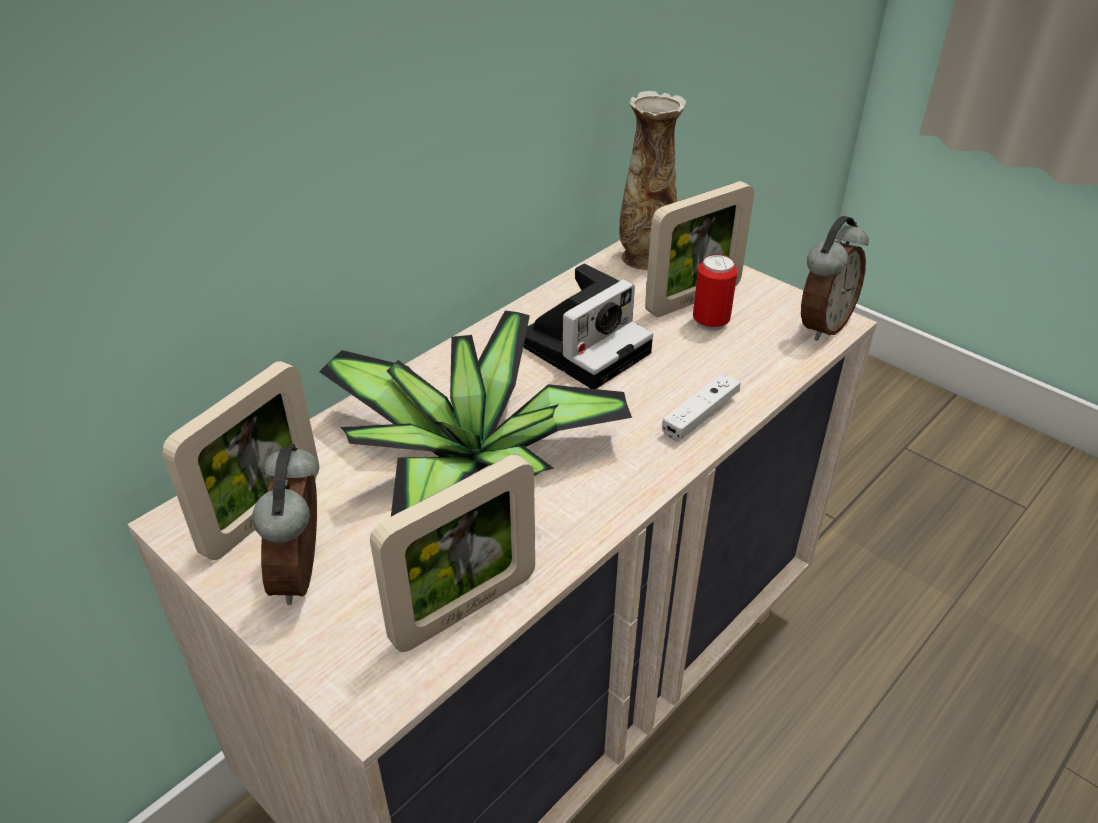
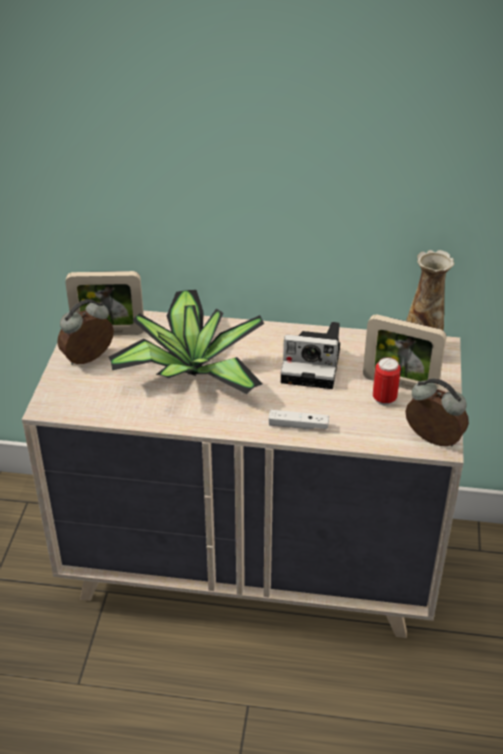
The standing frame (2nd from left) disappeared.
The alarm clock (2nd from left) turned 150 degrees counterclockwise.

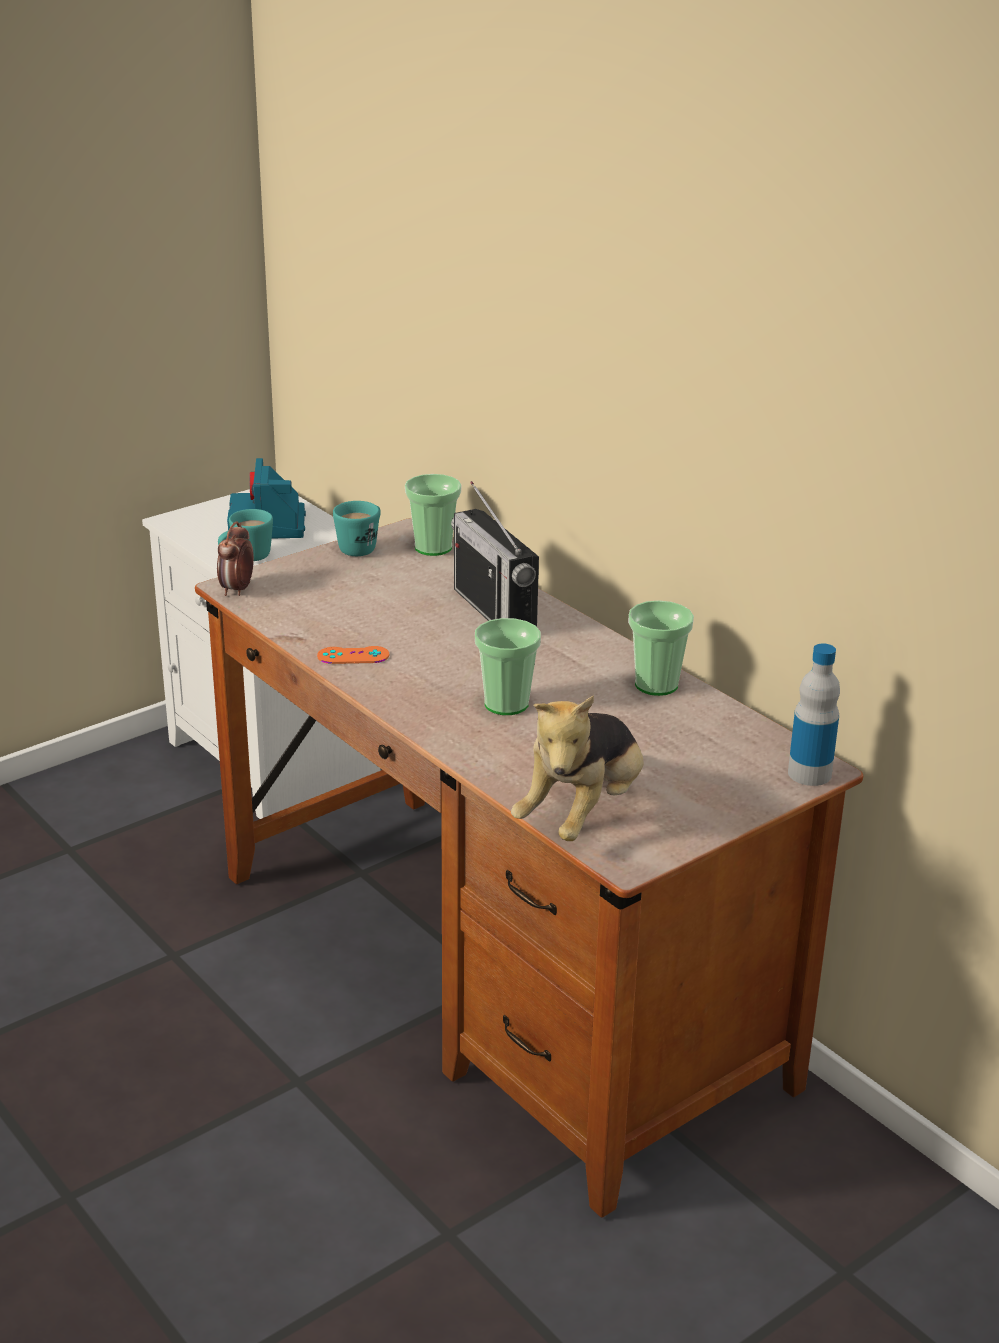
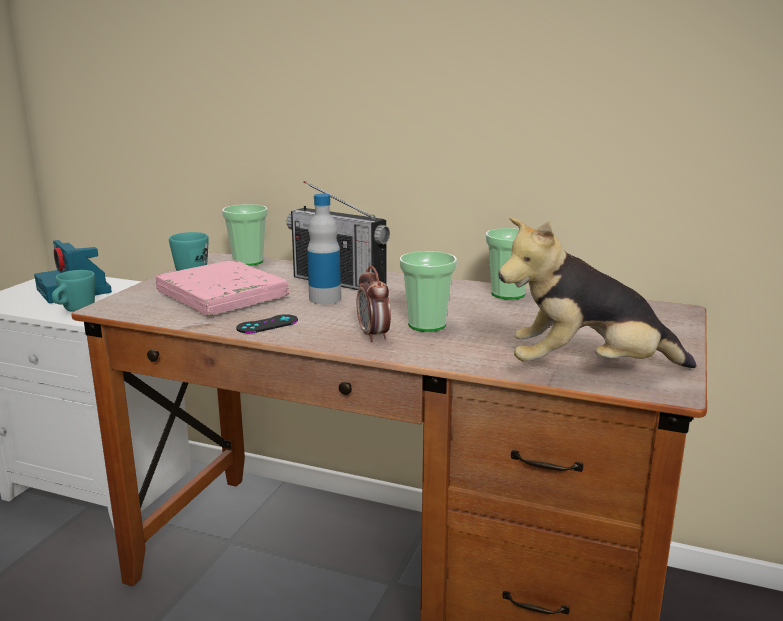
The alarm clock moved.
The orangey joypad became the black-coloured joypad.
The plush toy turned 90 degrees clockwise.
The beverage bottle moved.
The pink book appeared.

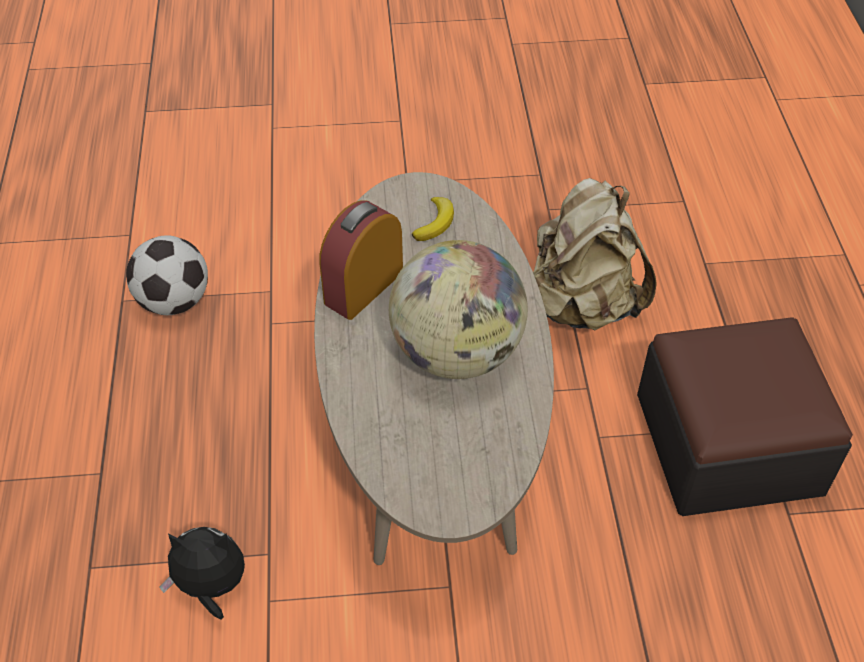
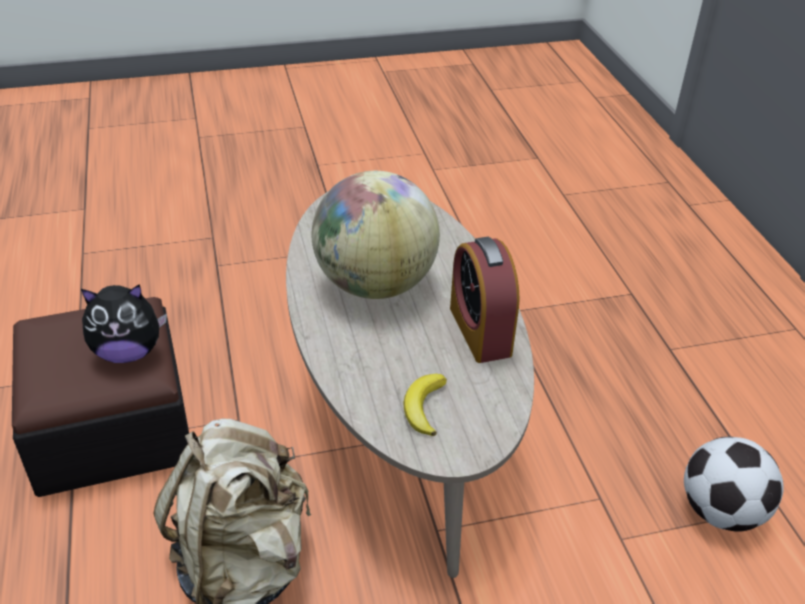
The plush toy moved.
The alarm clock turned 135 degrees clockwise.

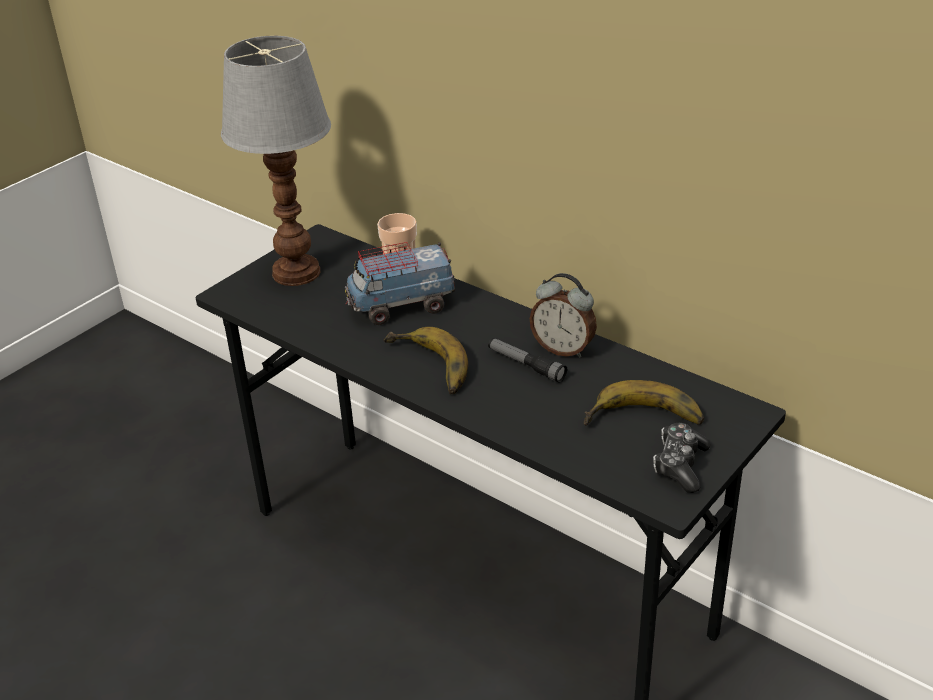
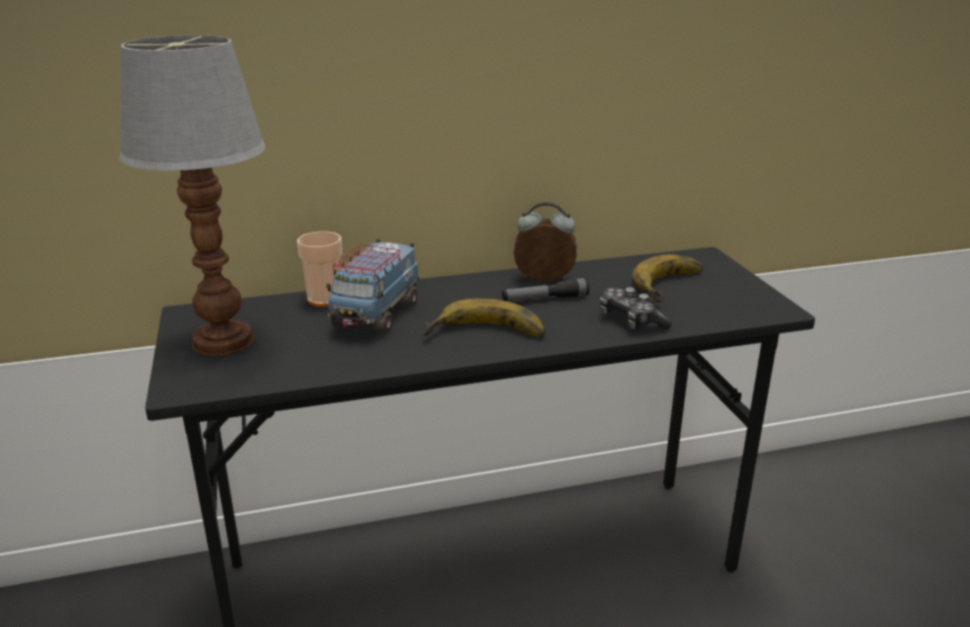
The alarm clock turned 150 degrees counterclockwise.
The joypad moved.

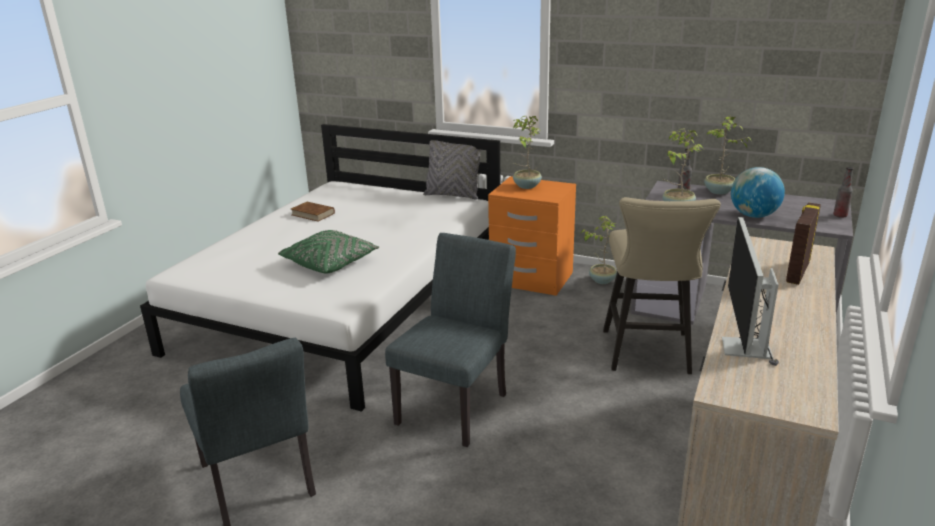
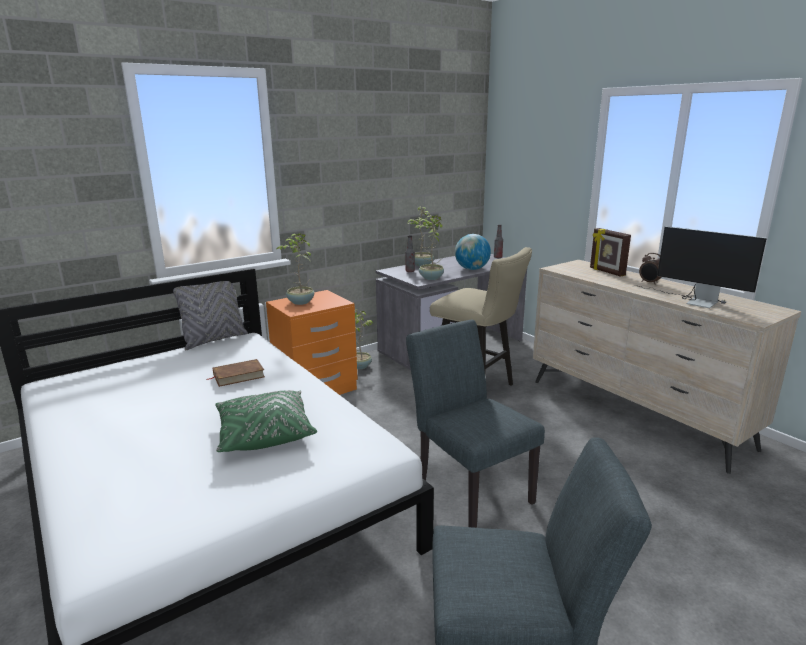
The brownish book moved.
The alarm clock appeared.

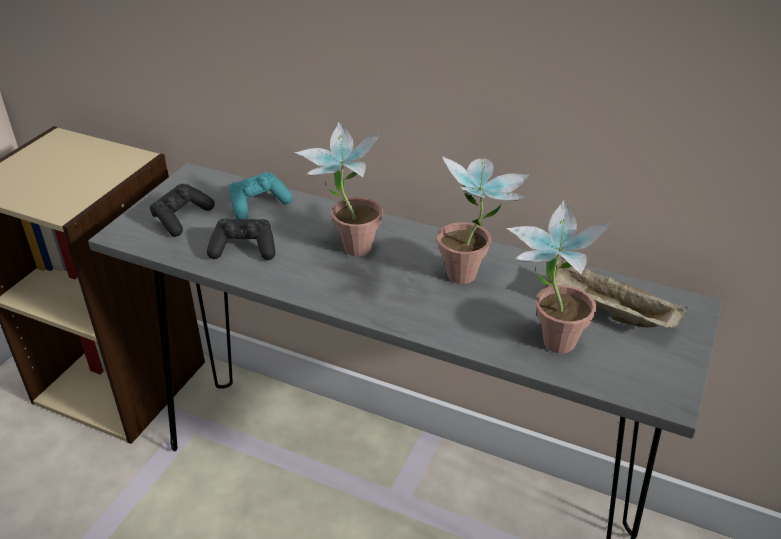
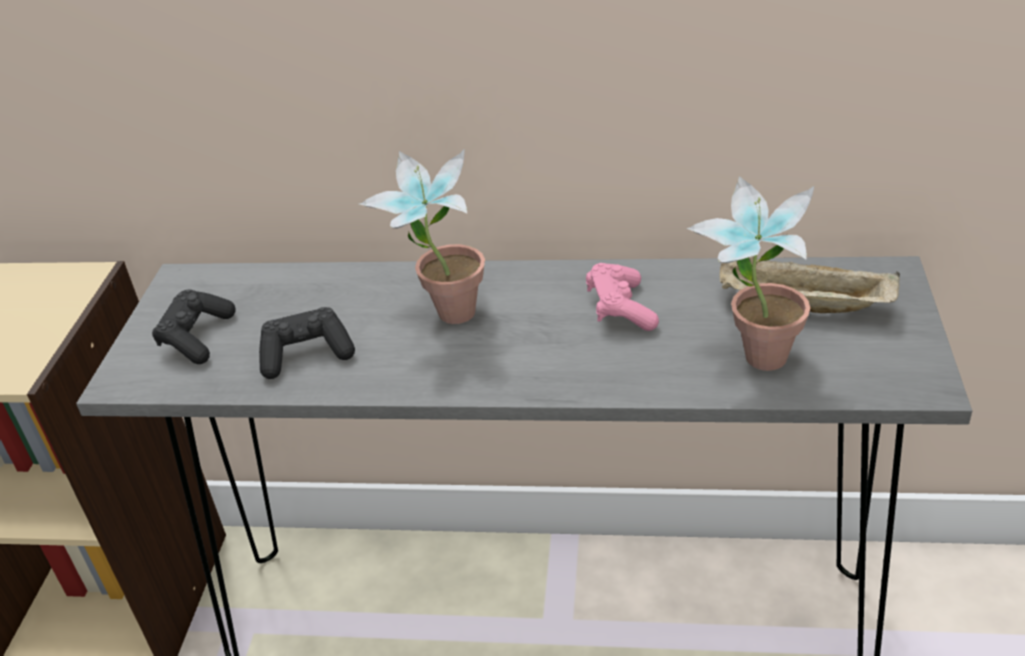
The turquoise joypad disappeared.
The plant in a pot (2nd from left) was replaced by the pink joypad.

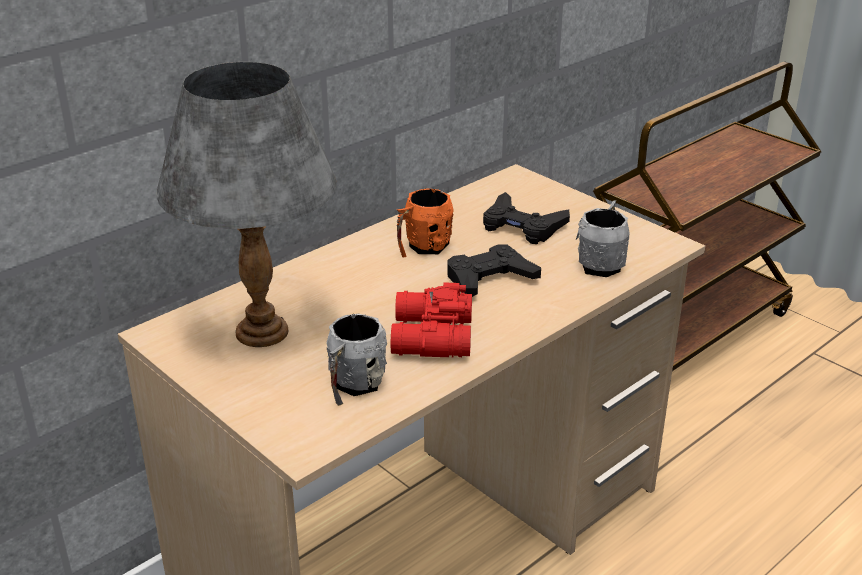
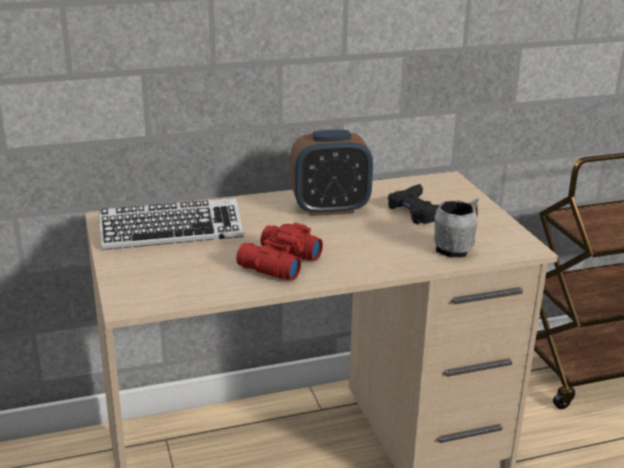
The greyish tabletop lamp was replaced by the PC keyboard.
The greyish tea mug (1st from left) disappeared.
The orangey tea mug was replaced by the alarm clock.
The black-coloured joypad (1st from left) disappeared.

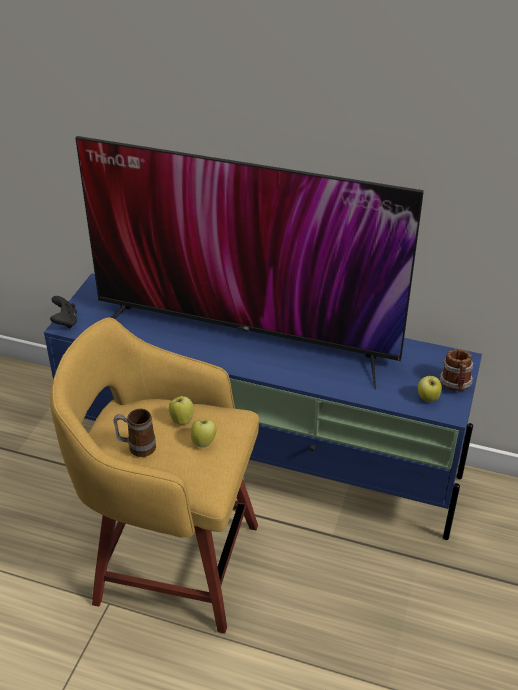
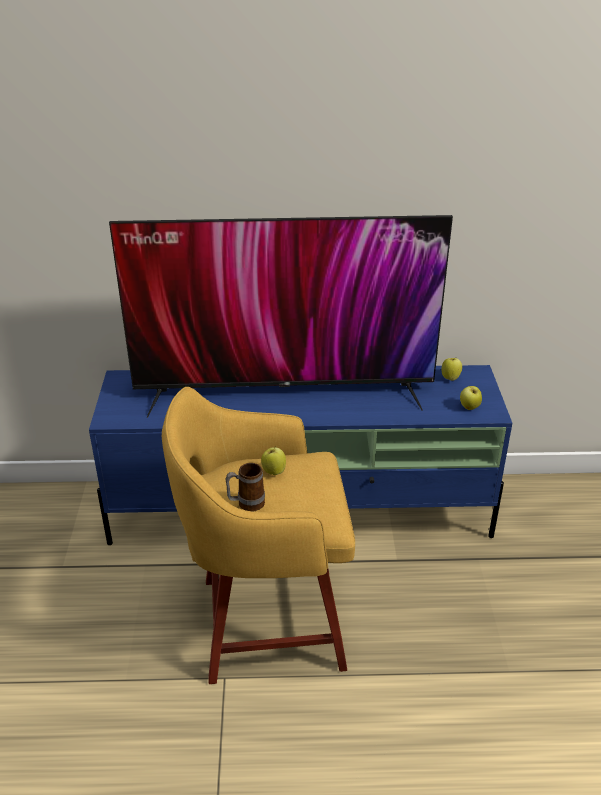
The black-coloured joypad disappeared.
The apple fruit (2nd from left) moved.
The tea mug (2nd from left) disappeared.

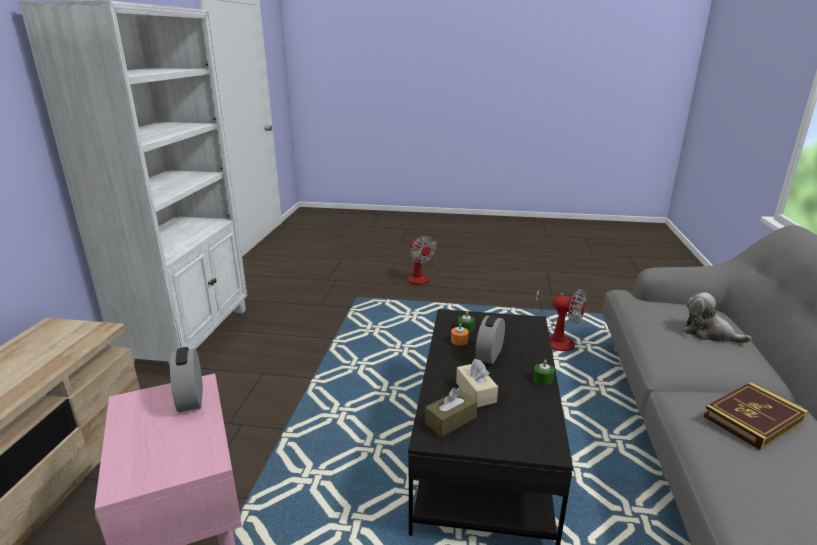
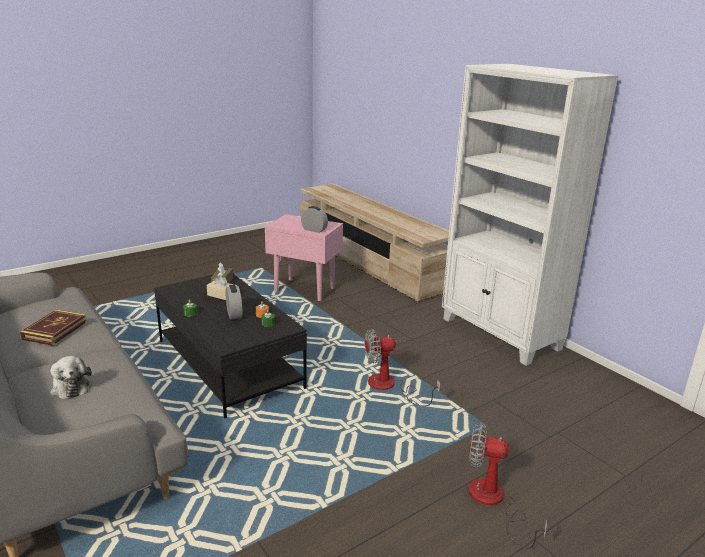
The electric fan (2nd from left in the first image) moved.
The plush toy turned 60 degrees clockwise.

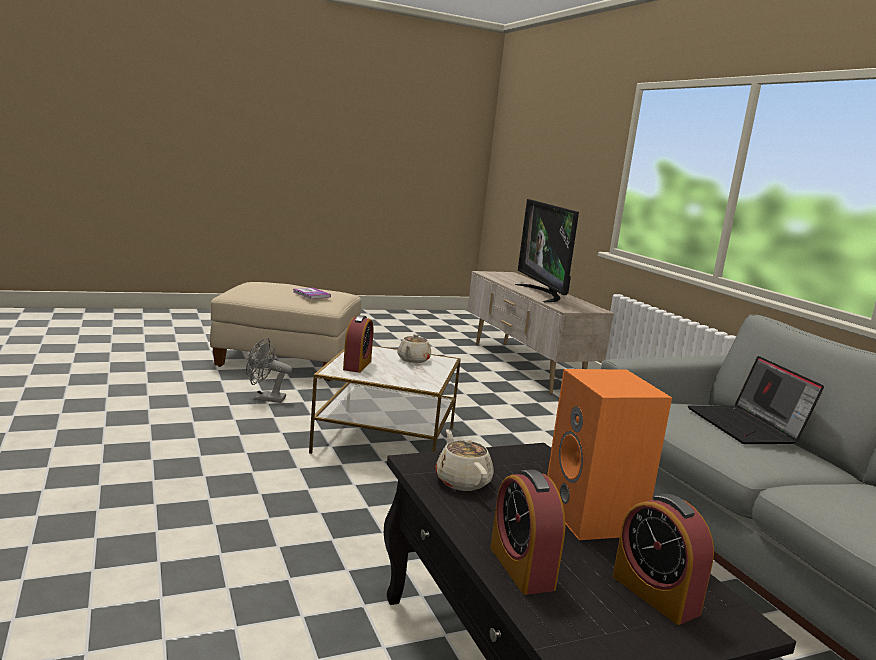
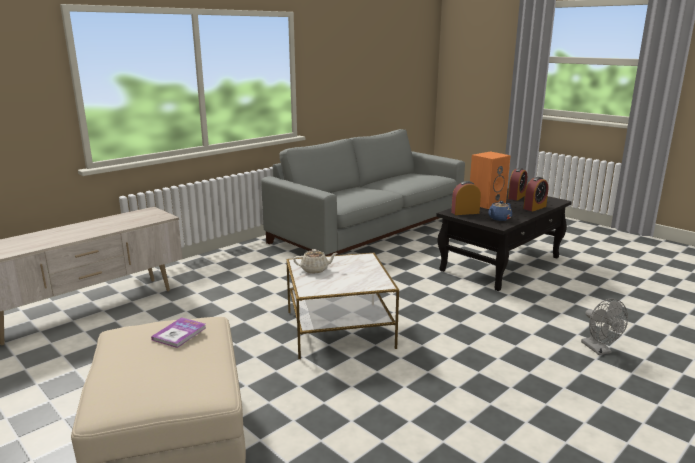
The greyish electric fan moved.
The alarm clock (1st from left) moved.
The beige tea pot (2nd from left) became the blue-coloured tea pot.
The TV set disappeared.
The portable computer disappeared.

